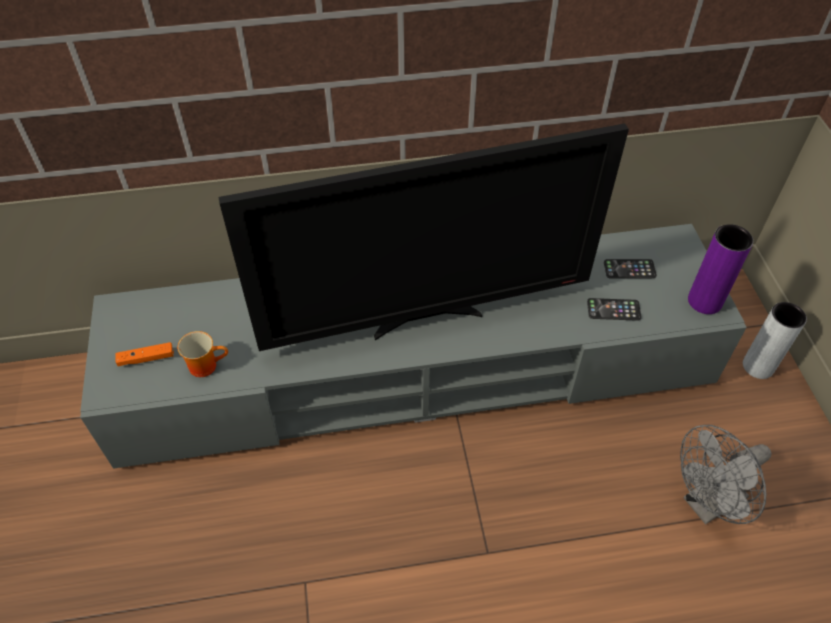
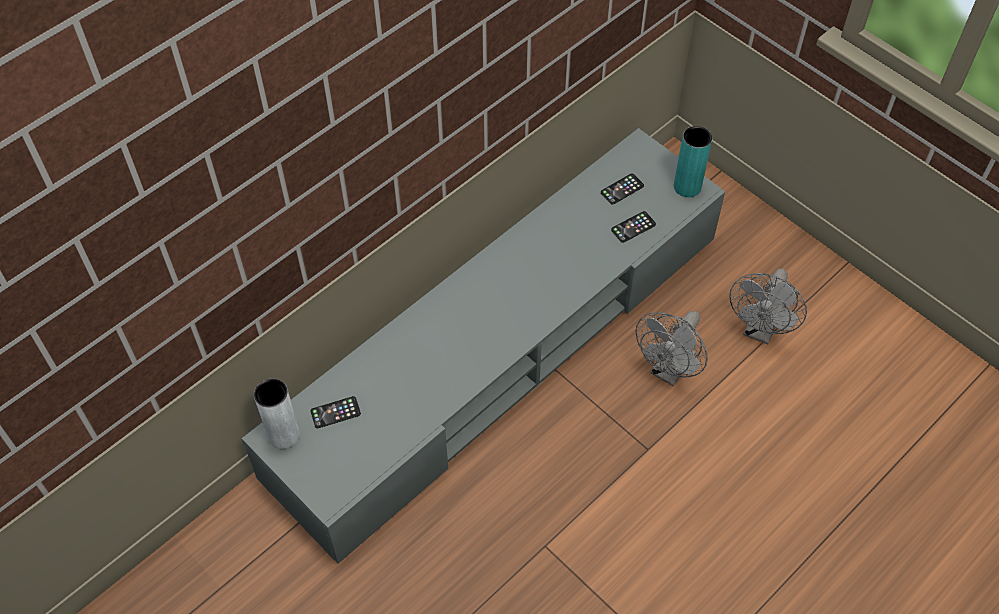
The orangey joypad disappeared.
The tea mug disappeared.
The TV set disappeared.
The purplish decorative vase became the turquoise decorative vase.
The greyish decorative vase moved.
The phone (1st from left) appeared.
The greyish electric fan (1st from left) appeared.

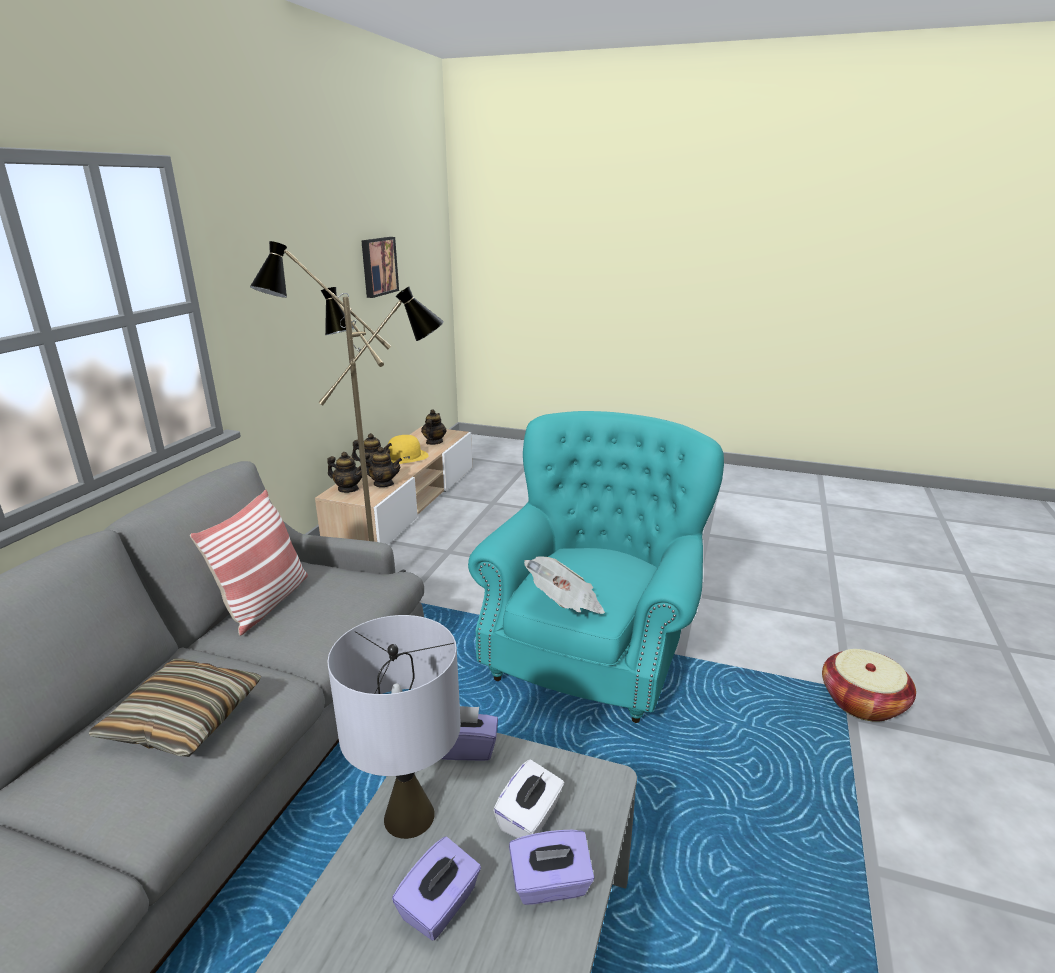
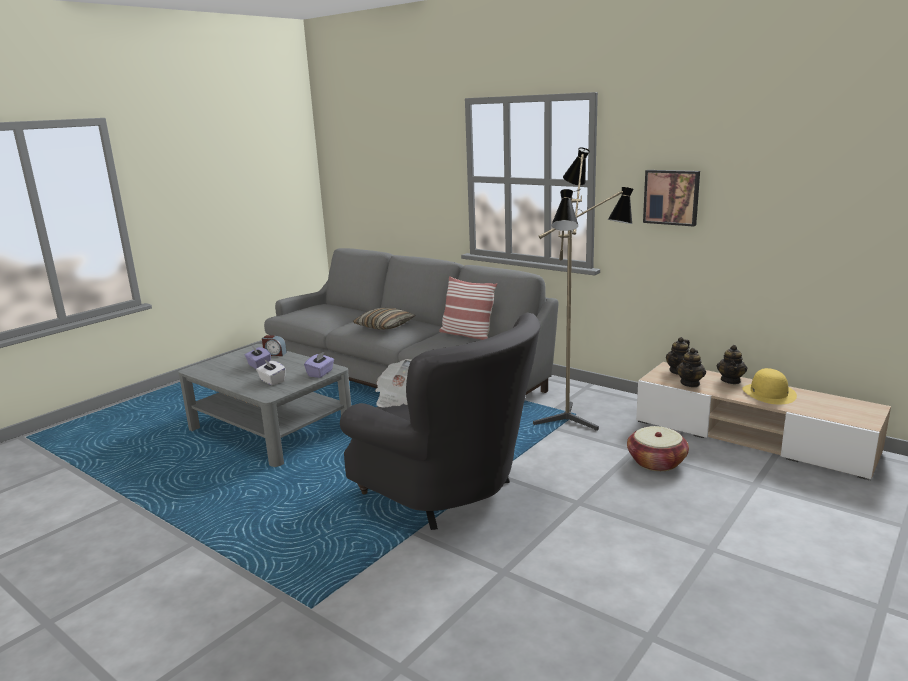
The greyish tabletop lamp disappeared.
The wall picture moved.
The tea pot (4th from left) disappeared.
The turquoise easy chair became the greyish easy chair.
The purplish box of tissues (3rd from left) disappeared.
The household basket moved.
The alarm clock appeared.

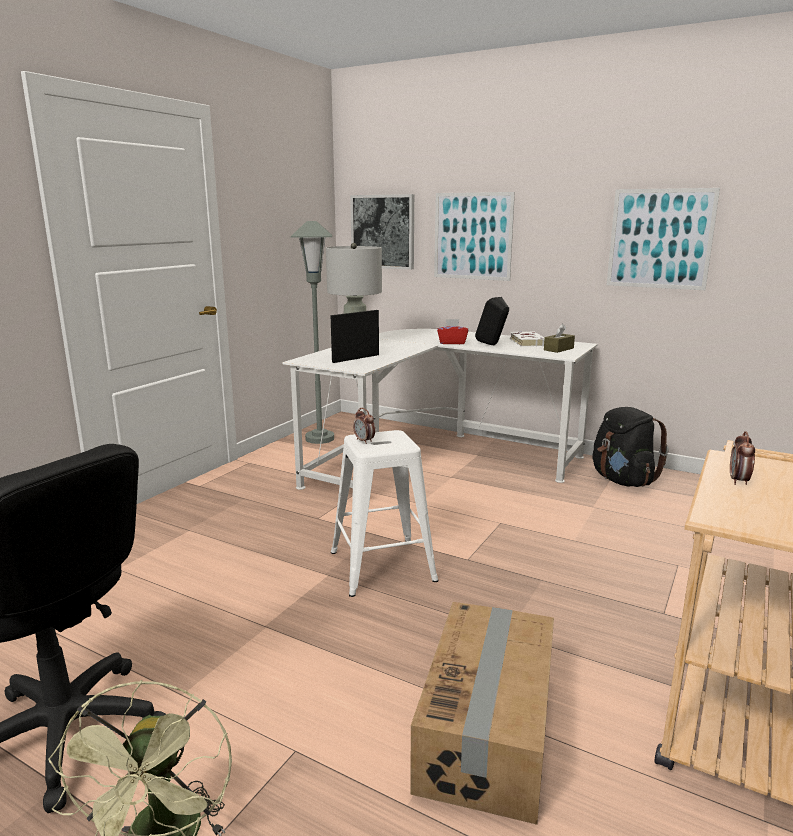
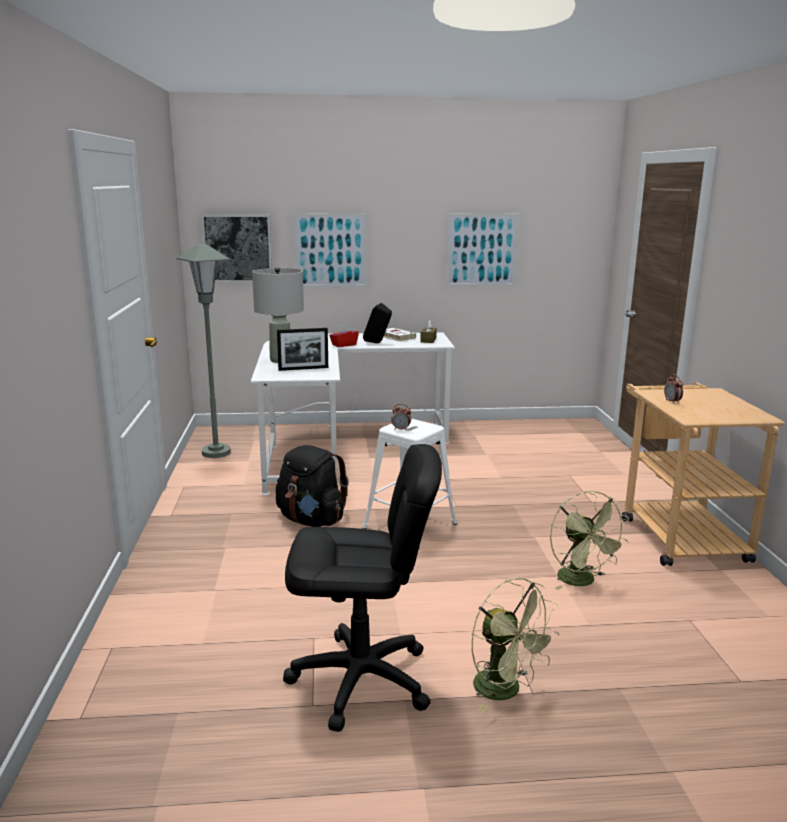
The standing frame turned 120 degrees counterclockwise.
The cardboard box was replaced by the greenish electric fan (2nd from left).
The black-coloured rucksack moved.

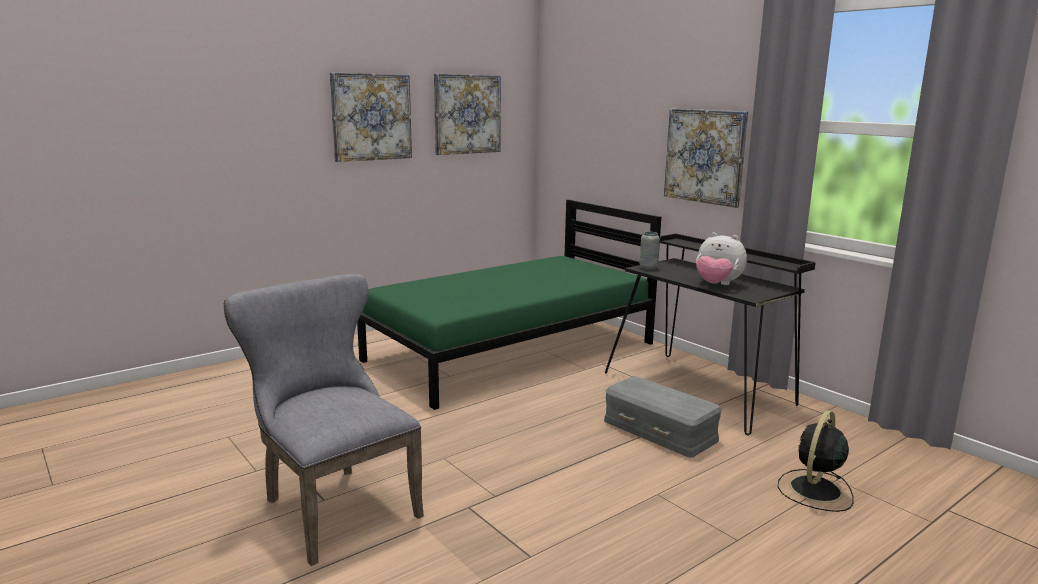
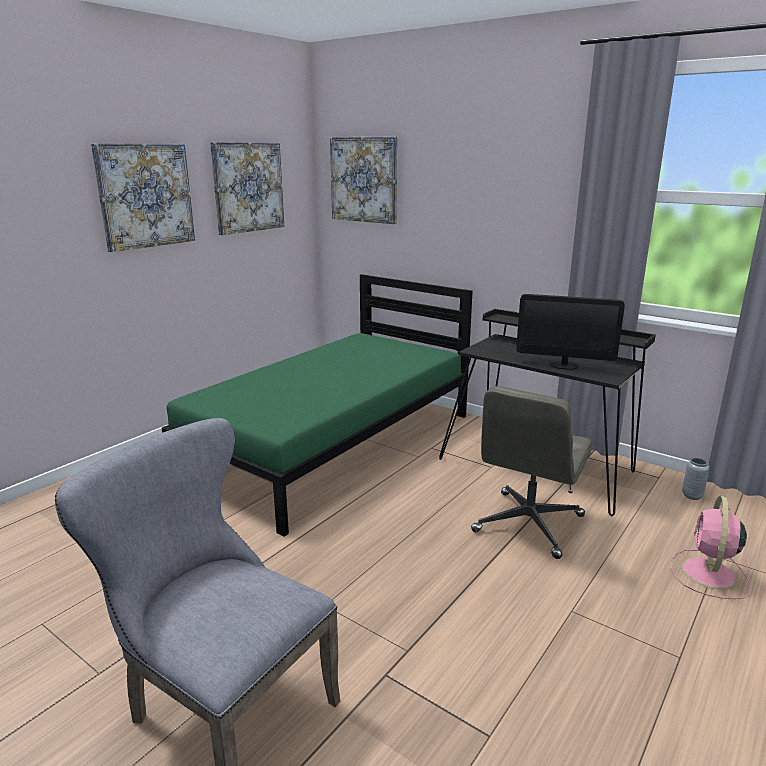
The greyish storage bin was replaced by the greyish computer chair.
The greyish decorative vase moved.
The wall picture (3rd from left) moved.
The plush toy was replaced by the monitor.
The black-coloured electric fan became the pink electric fan.

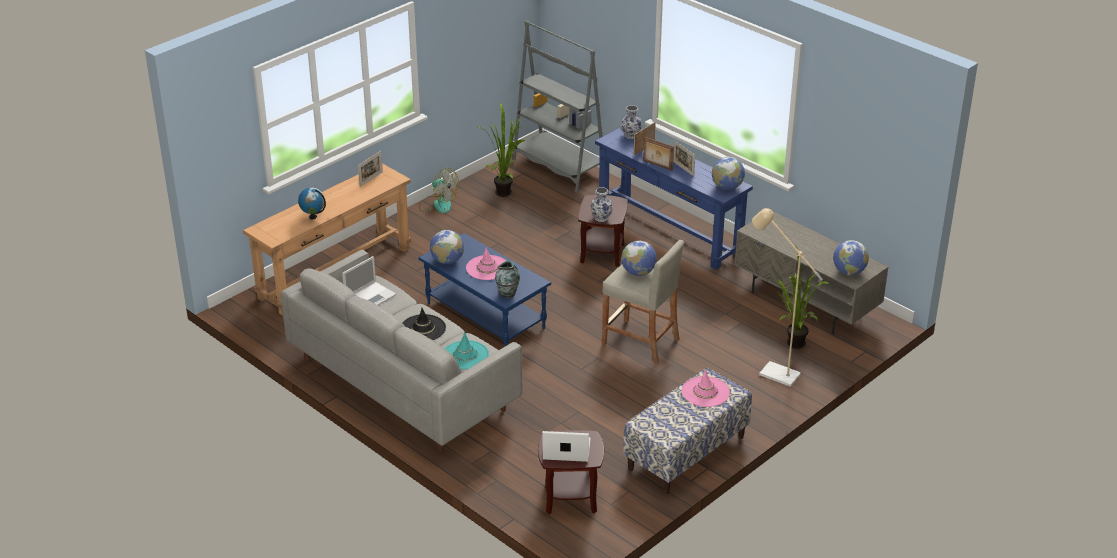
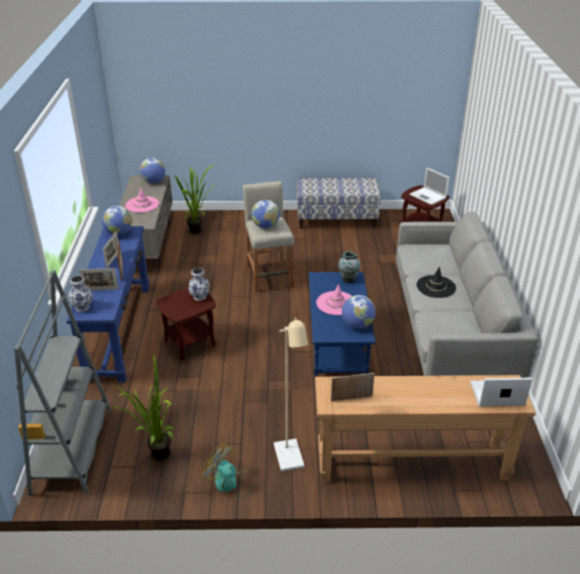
The globe (1st from left) disappeared.
The portable computer (1st from left in the first image) moved.
The electric fan turned 45 degrees counterclockwise.
The turquoise wearable hat disappeared.
The pink wearable hat (2nd from left in the first image) moved.
The beige floor lamp moved.

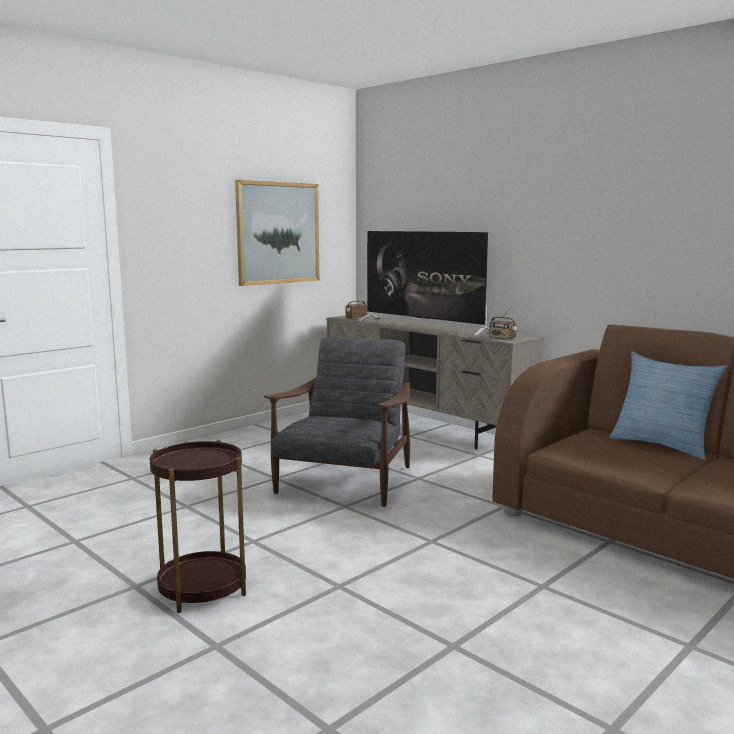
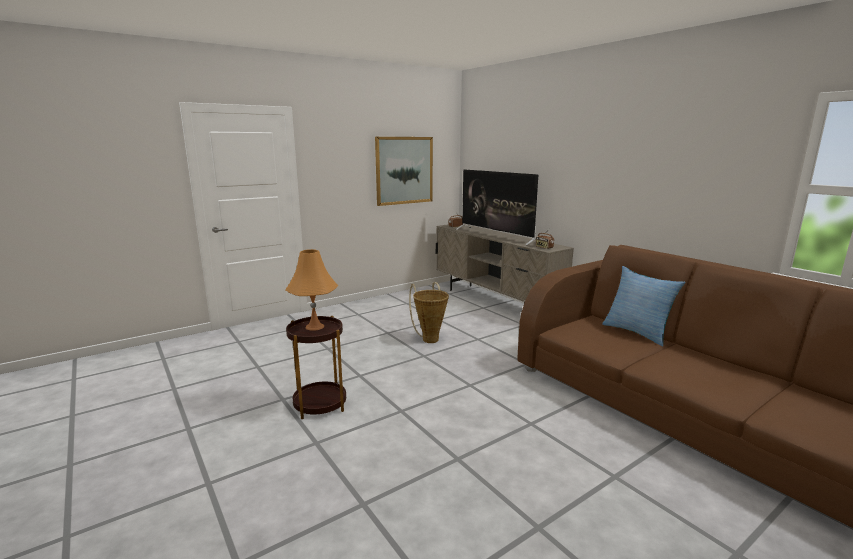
The greyish easy chair was replaced by the household basket.
The orangey tabletop lamp appeared.

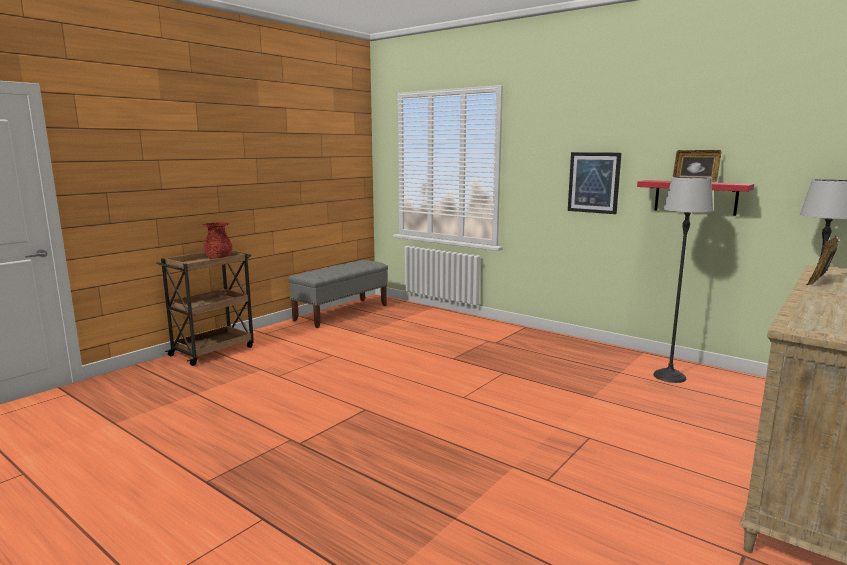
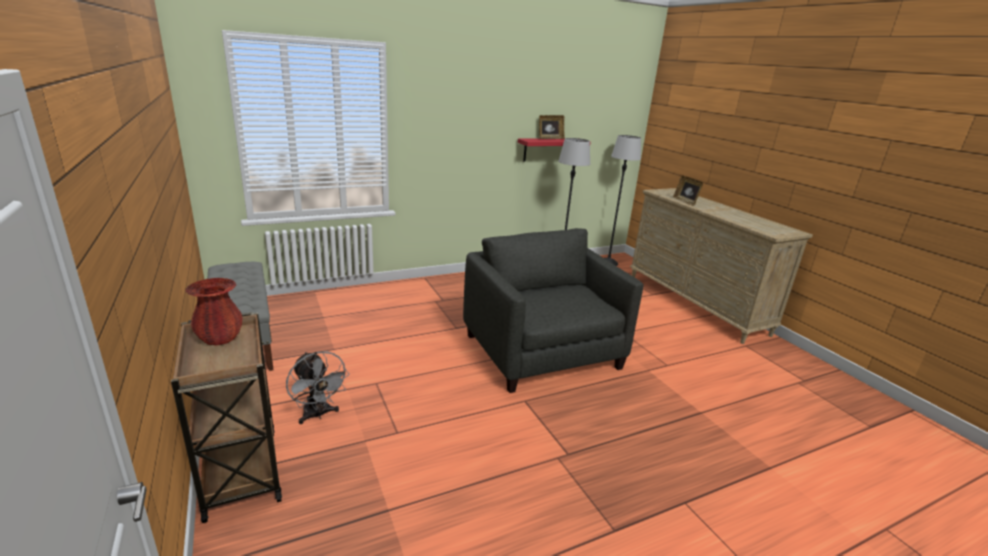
The wall picture disappeared.
The greyish electric fan appeared.
The greyish easy chair appeared.

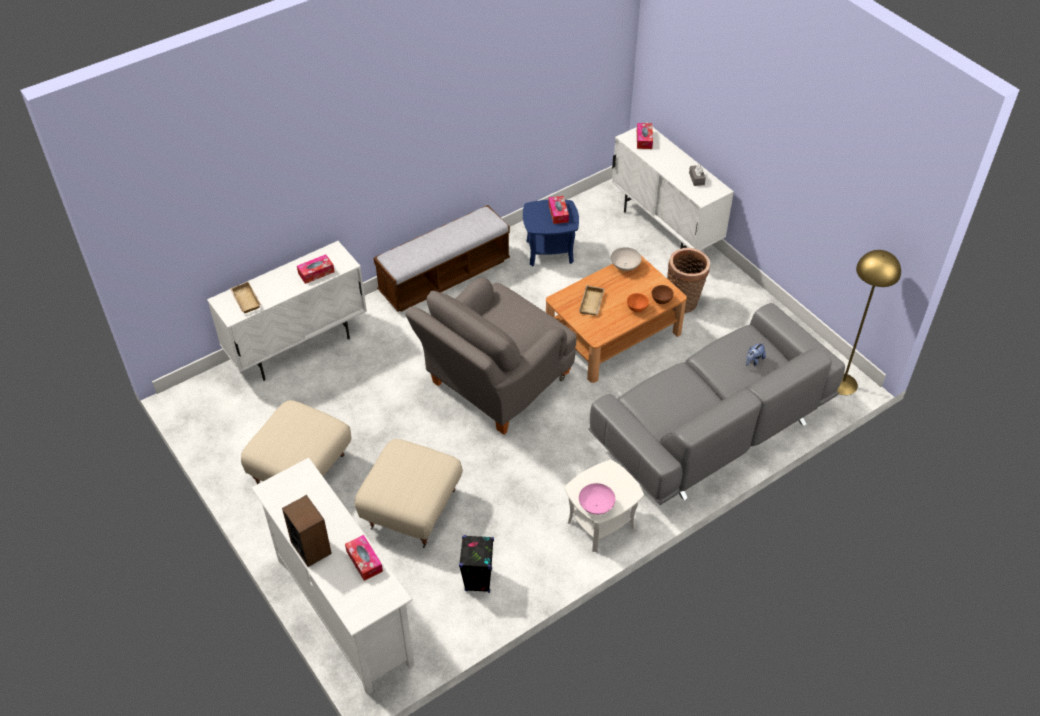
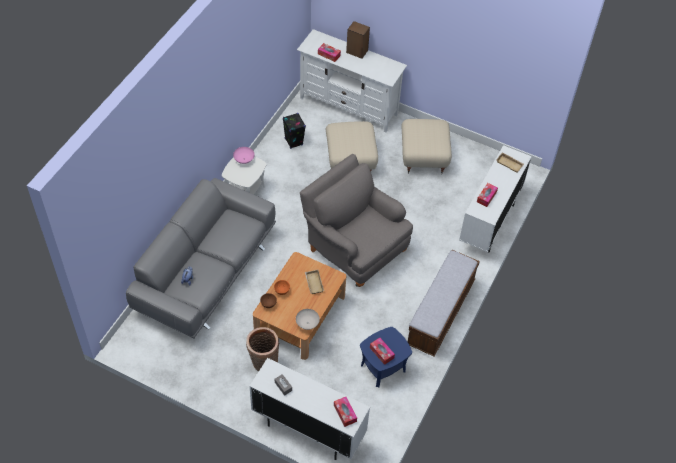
The greyish easy chair turned 60 degrees counterclockwise.
The yellow-coloured floor lamp disappeared.

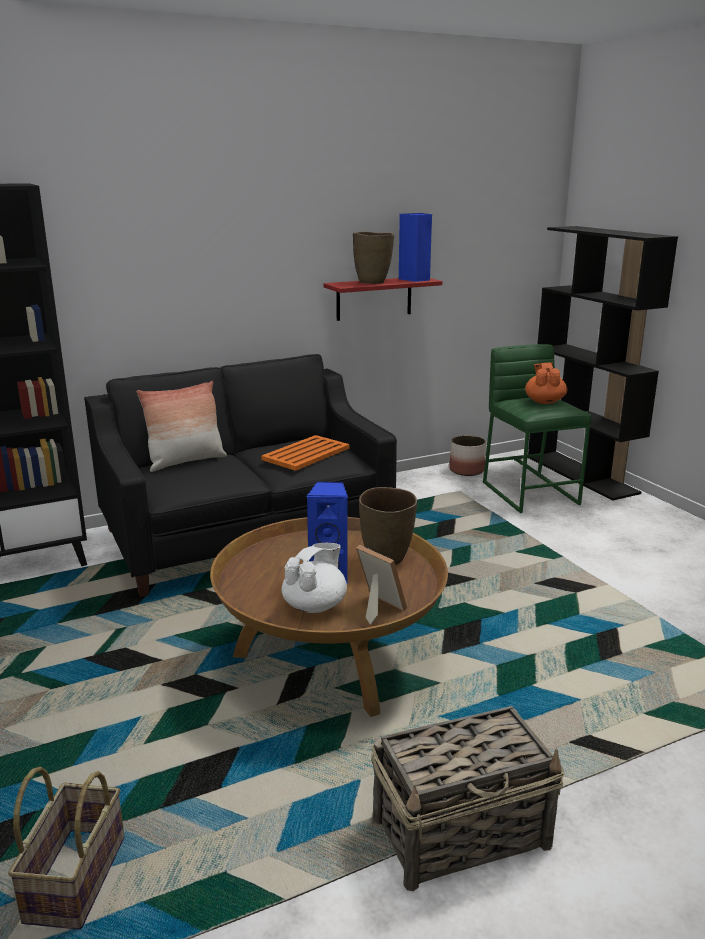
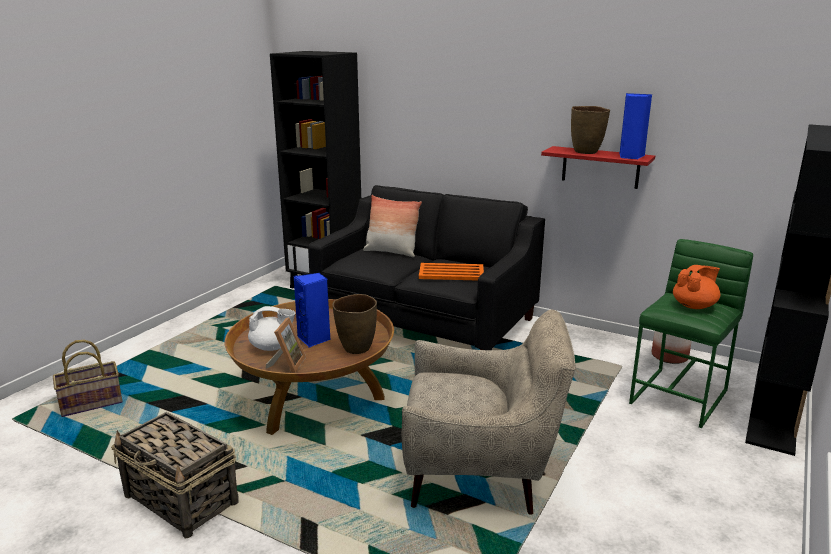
The beige easy chair appeared.

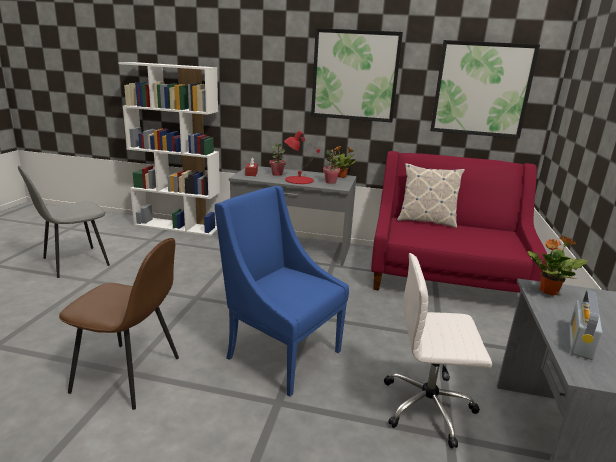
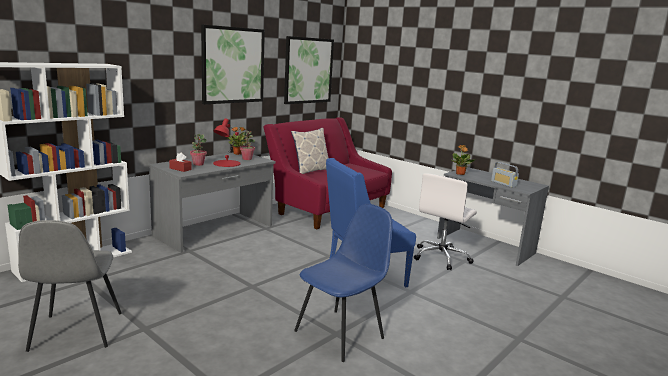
The brownish upright chair became the blue-coloured upright chair.

